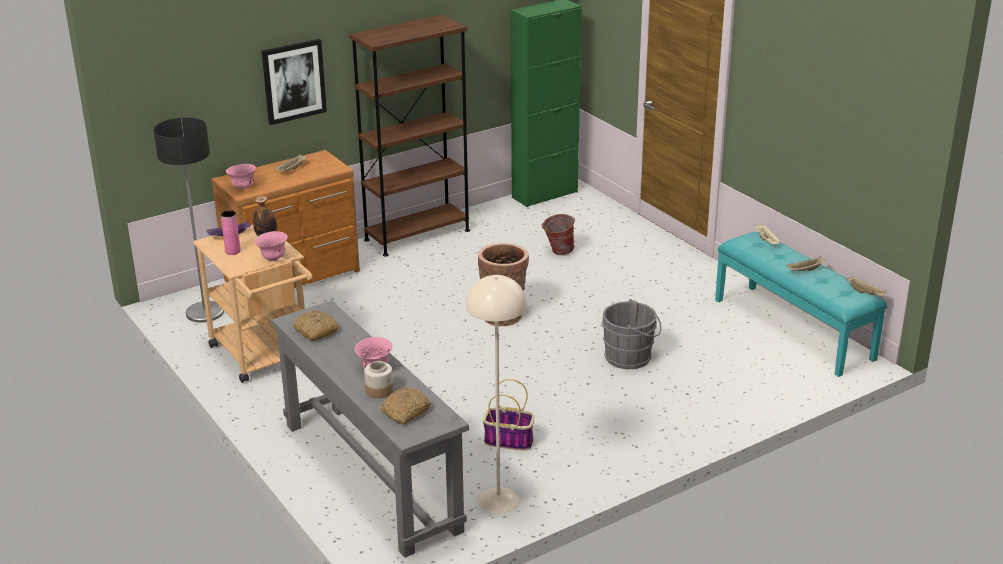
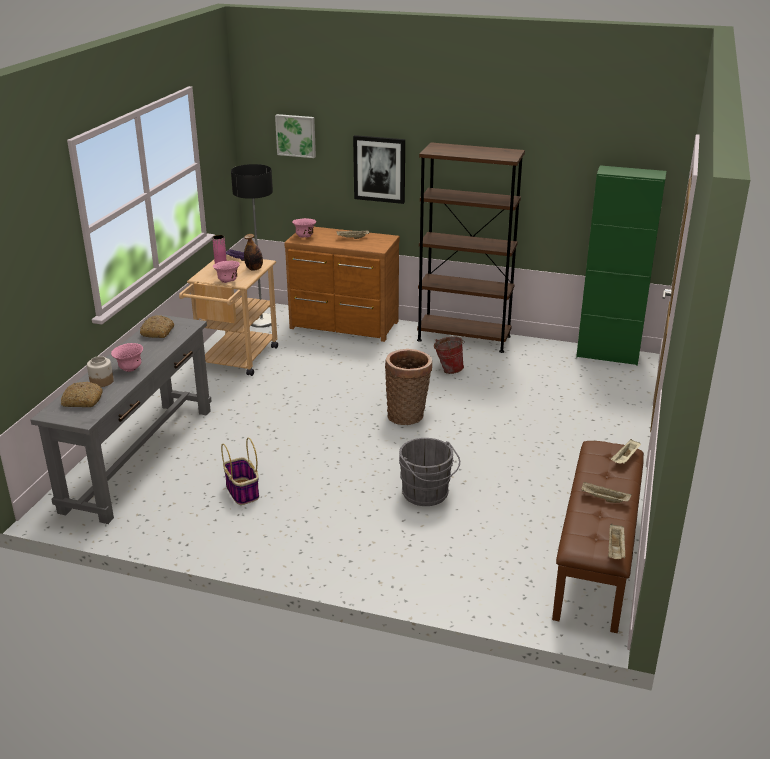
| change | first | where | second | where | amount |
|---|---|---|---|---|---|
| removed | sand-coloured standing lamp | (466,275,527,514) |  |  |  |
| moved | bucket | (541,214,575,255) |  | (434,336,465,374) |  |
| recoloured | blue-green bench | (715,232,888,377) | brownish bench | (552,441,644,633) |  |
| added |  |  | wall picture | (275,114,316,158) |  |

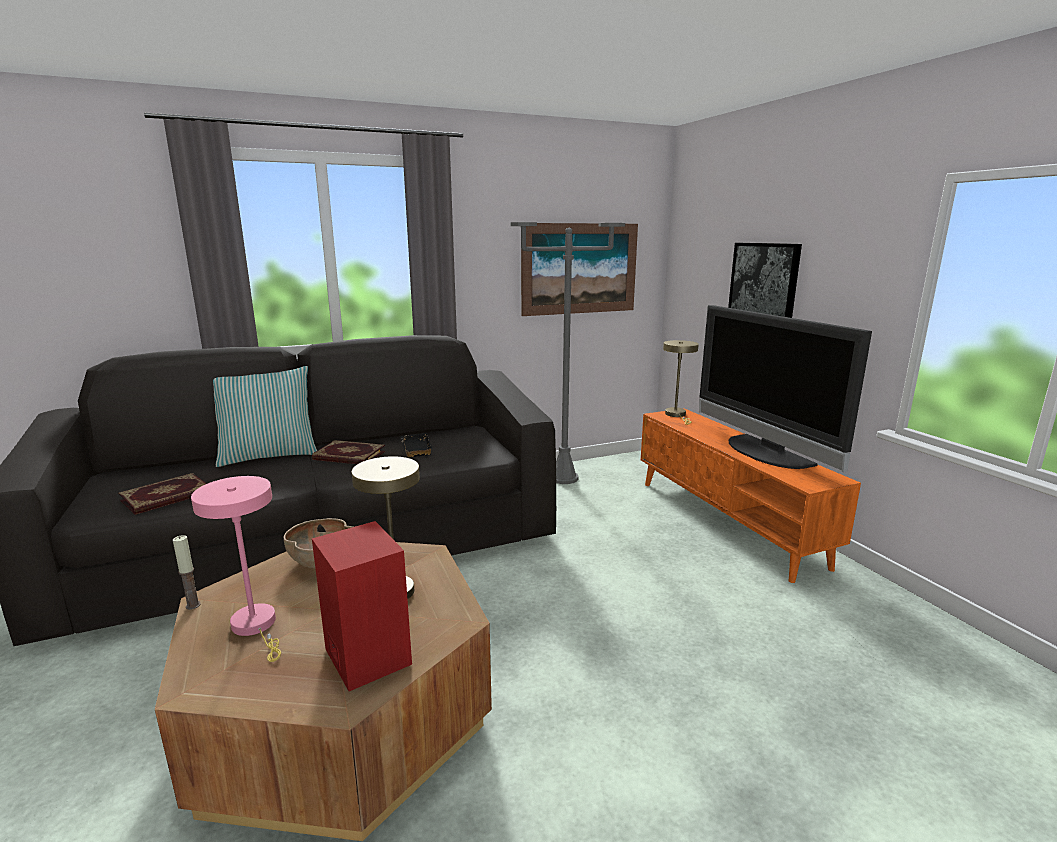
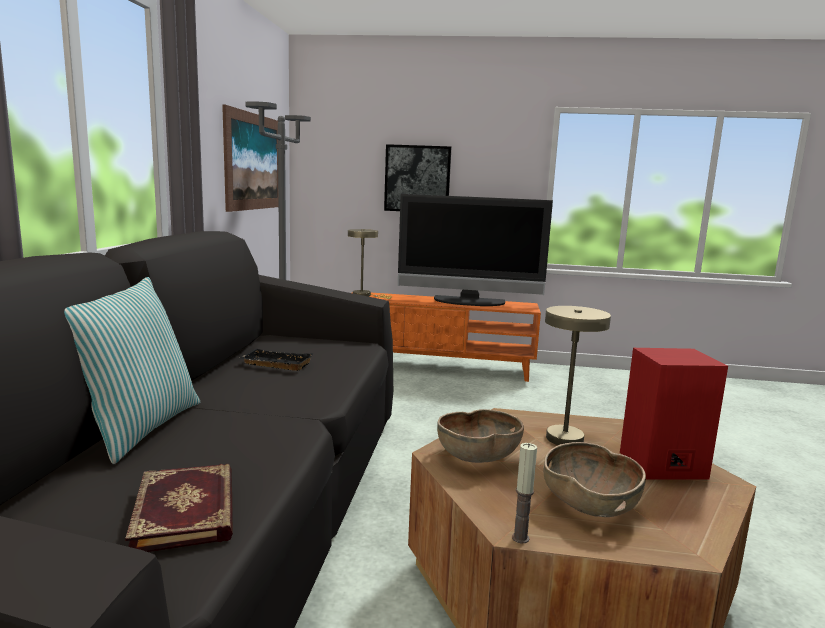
| change | first | where | second | where | amount |
|---|---|---|---|---|---|
| replaced | pink-coloured tabletop lamp | (191,476,281,662) | brownish bowl | (543,442,646,517) |  |
| removed | volume | (312,440,385,464) |  |  |  |

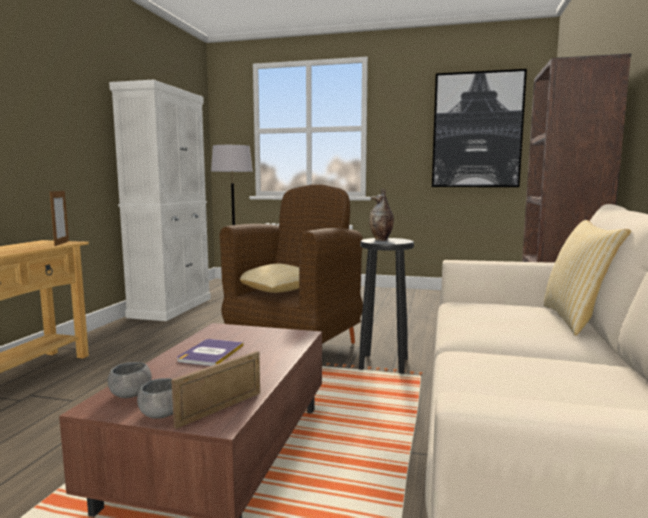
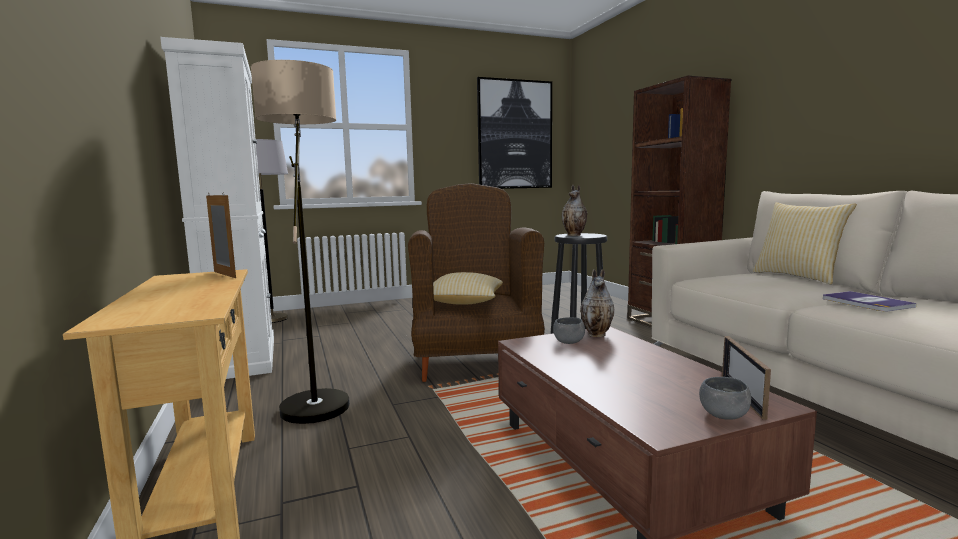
| change | first | where | second | where | amount |
|---|---|---|---|---|---|
| moved | grey bowl | (108,362,152,398) |  | (553,317,585,344) |  |
| moved | volume | (177,339,243,366) |  | (823,291,917,311) |  |
| added |  |  | standing lamp | (251,60,350,424) |  |
| added |  |  | decorative vase | (581,269,614,337) |  |

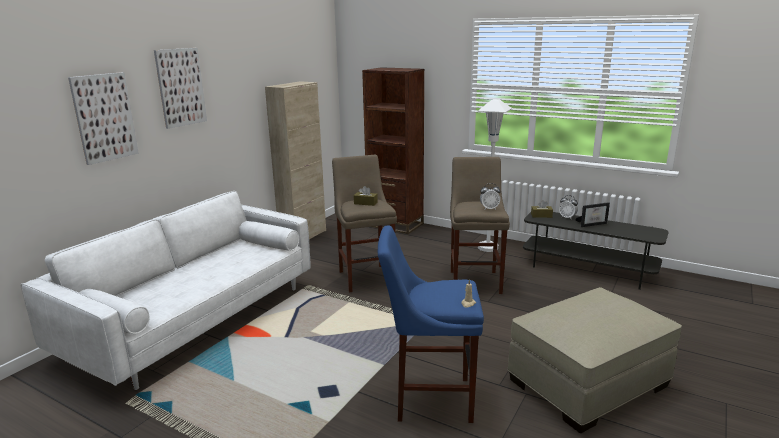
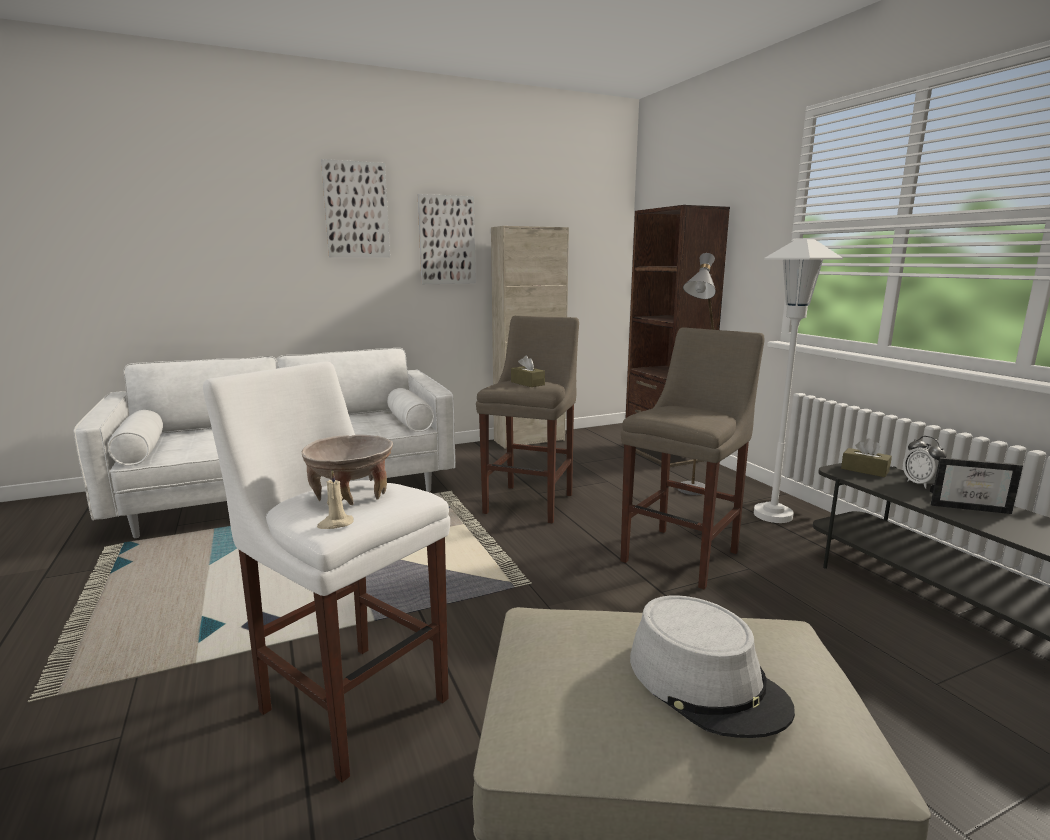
| change | first | where | second | where | amount |
|---|---|---|---|---|---|
| moved | wall picture | (68,72,139,165) |  | (418,194,476,284) |  |
| recoloured | blue stool | (378,226,484,423) | whitish stool | (203,361,450,783) |  |
| removed | bedside clock | (480,183,501,210) |  |  |  |
| added |  |  | sand-coloured bowl | (301,435,393,505) |  |
| added |  |  | grey hat | (630,595,795,738) |  |
| added |  |  | grey standing lamp | (677,253,716,495) |  |

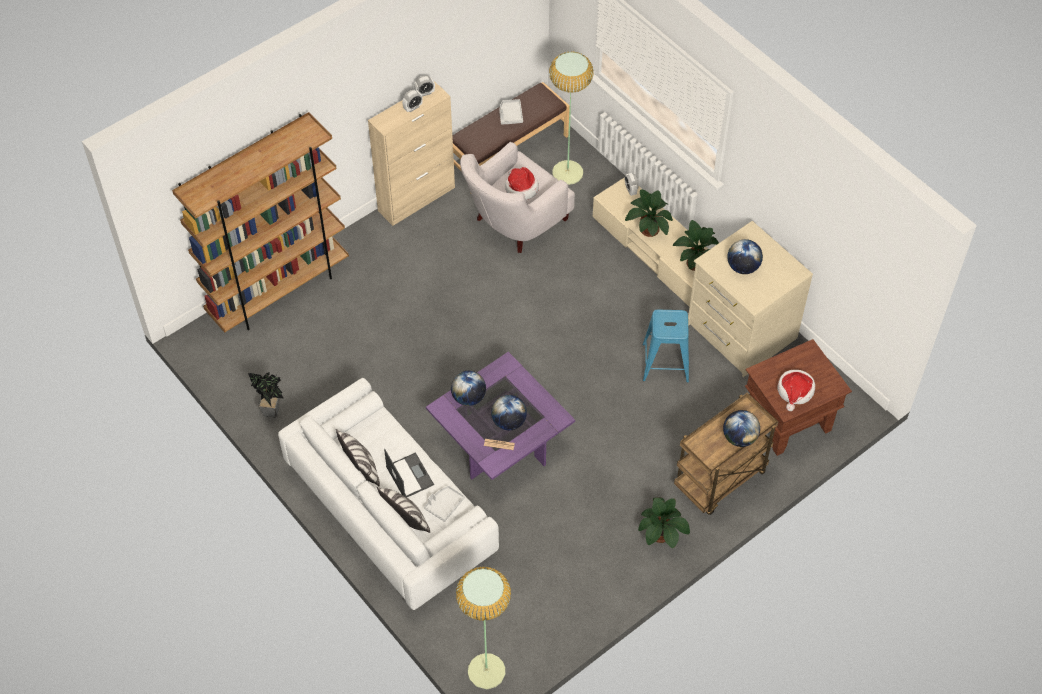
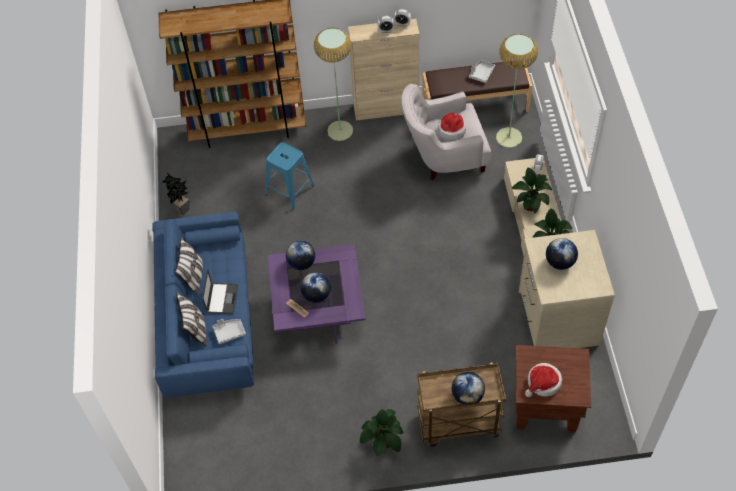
| change | first | where | second | where | amount |
|---|---|---|---|---|---|
| recoloured | whitish settee | (278,378,499,610) | blue settee | (152,212,254,398) |  |
| moved | standing lamp | (456,567,511,689) |  | (314,28,353,141) |  |
| moved | blue stool | (642,310,689,383) |  | (265,142,315,210) |  |

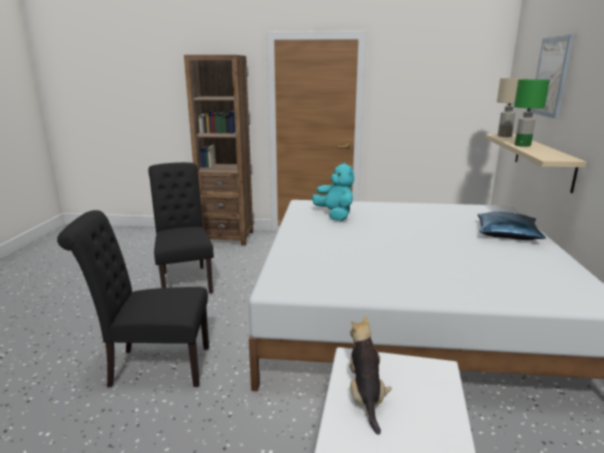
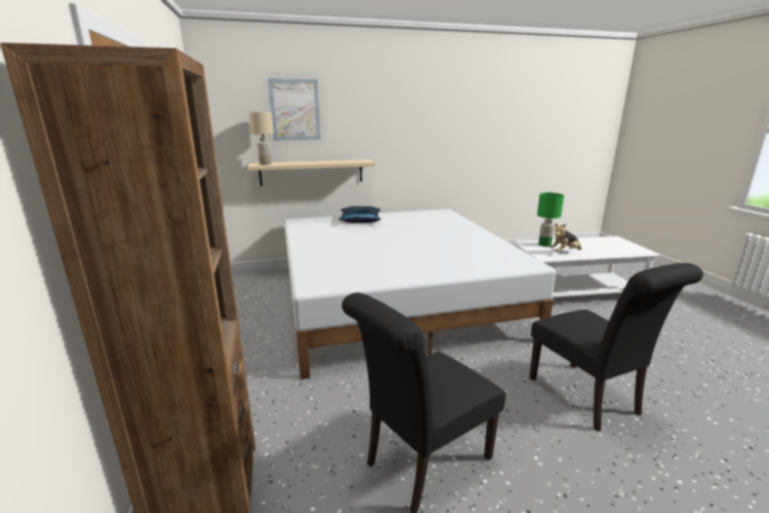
| change | first | where | second | where | amount |
|---|---|---|---|---|---|
| removed | blue-green soft toy | (312,162,354,221) |  |  |  |
| moved | greenish tabletop lamp | (514,79,550,147) |  | (537,193,564,247) |  |

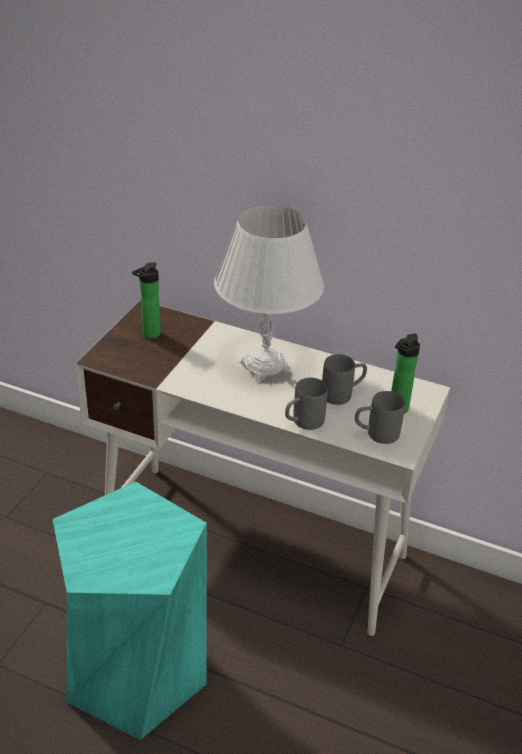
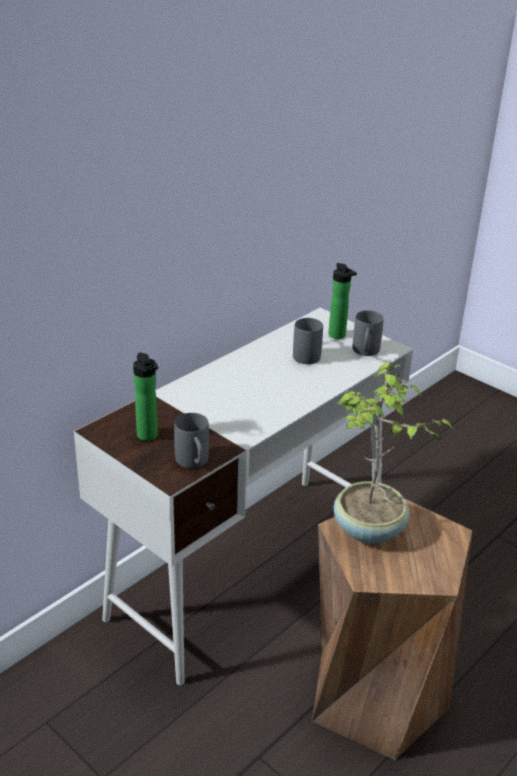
| change | first | where | second | where | amount |
|---|---|---|---|---|---|
| recoloured | blue-green stool | (53,482,207,740) | brownish stool | (312,498,473,760) |  |
| removed | whitish tabletop lamp | (214,205,324,383) |  |  |  |
| moved | grey mug | (285,378,328,430) |  | (174,413,209,468) |  |
| added |  |  | plant in a pot | (334,362,454,544) |  |

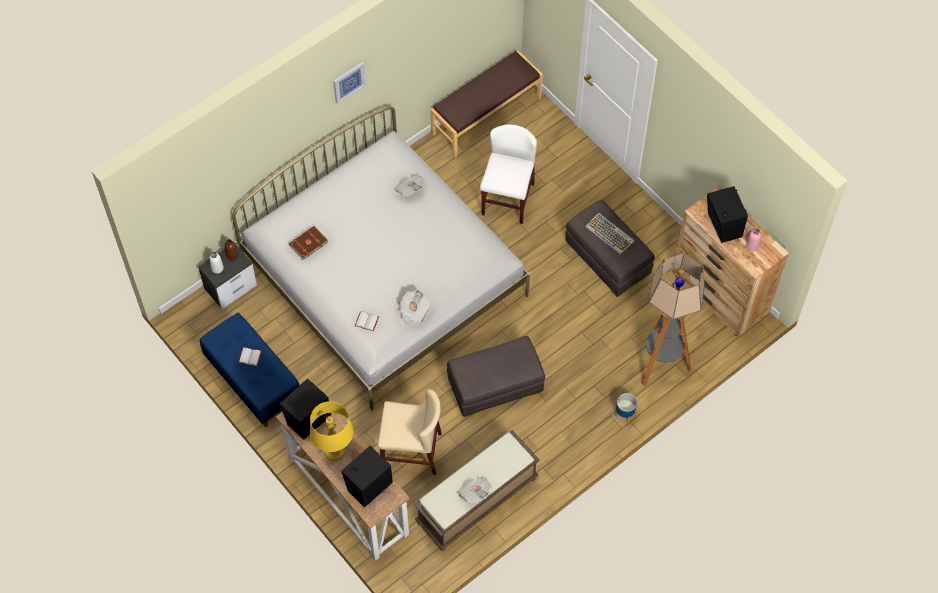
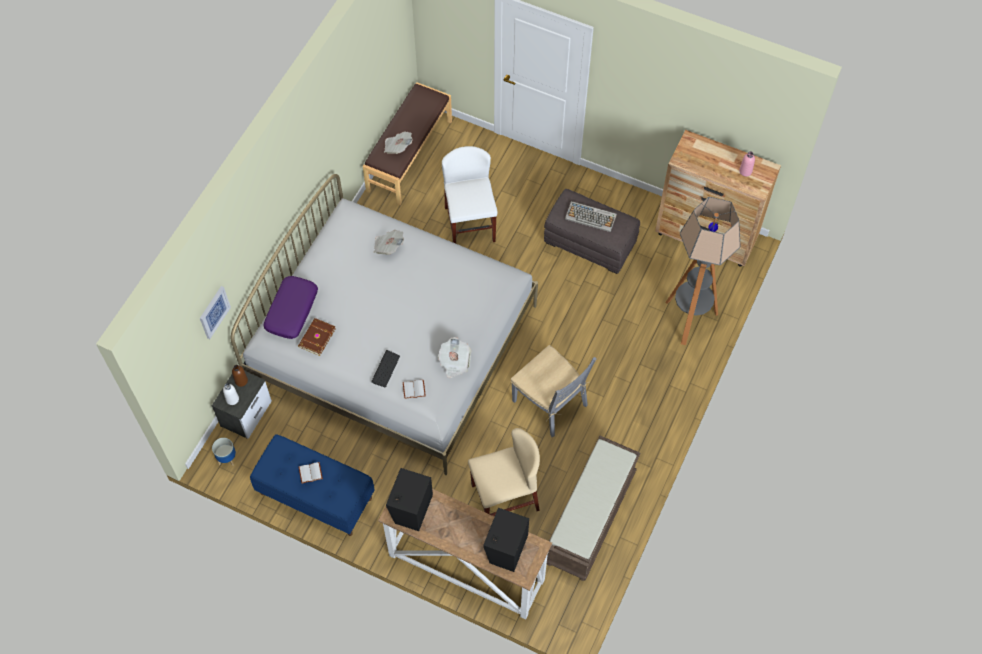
| change | first | where | second | where | amount |
|---|---|---|---|---|---|
| removed | yellowish tabletop lamp | (310,401,353,461) |  |  |  |
| moved | wall picture | (333,62,366,104) |  | (200,286,231,339) |  |
| replaced | grey ottoman | (447,336,545,417) | grey plain chair | (511,345,597,437) |  |
| moved | newspaper | (457,477,492,504) |  | (384,131,413,154) |  |
| moved | planter | (615,393,637,423) |  | (212,438,236,466) |  |
| removed | black-coloured speaker | (707,186,748,243) |  |  |  |
| added |  |  | purple throw pillow | (264,276,318,339) |  |
| added |  |  | keyboard | (371,350,400,387) |  |

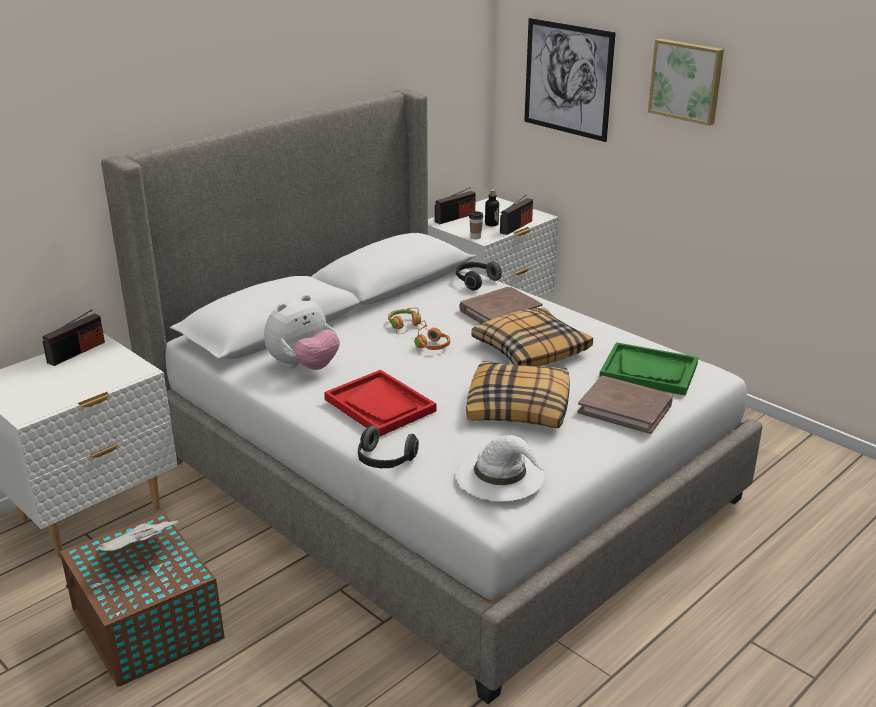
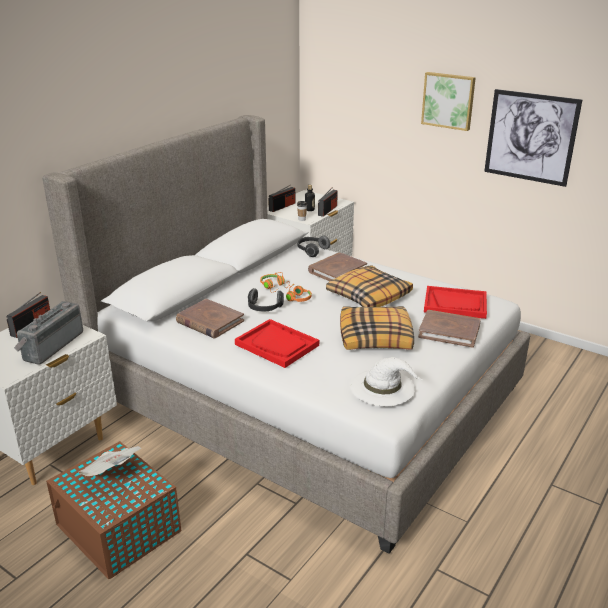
| change | first | where | second | where | amount |
|---|---|---|---|---|---|
| replaced | soft toy | (264,295,340,370) | brownish volume | (176,299,244,338) |  |
| moved | headset | (358,425,419,468) |  | (248,288,284,311) |  |
| moved | wall picture | (524,18,616,142) |  | (484,89,582,187) |  |
| recoloured | greenish serving tray | (599,342,699,396) | reddish serving tray | (424,286,487,319) |  |
| added |  |  | radio set | (14,301,83,365) |  |

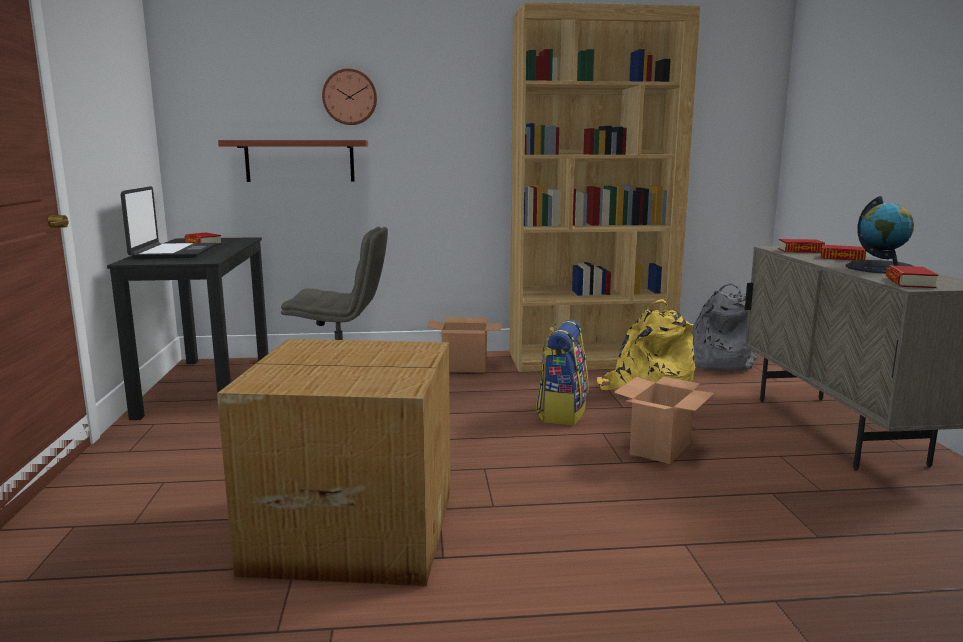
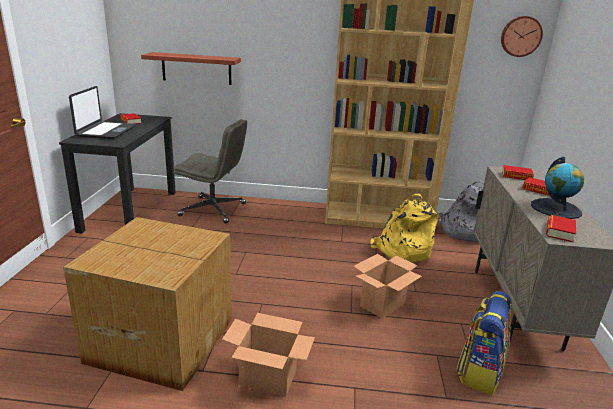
| change | first | where | second | where | amount |
|---|---|---|---|---|---|
| moved | clock on the wall | (322,69,377,125) |  | (501,16,543,57) |  |
| moved | carton | (426,317,502,372) |  | (222,313,315,397) |  |
| moved | knapsack | (536,319,589,426) |  | (456,291,511,396) |  |

